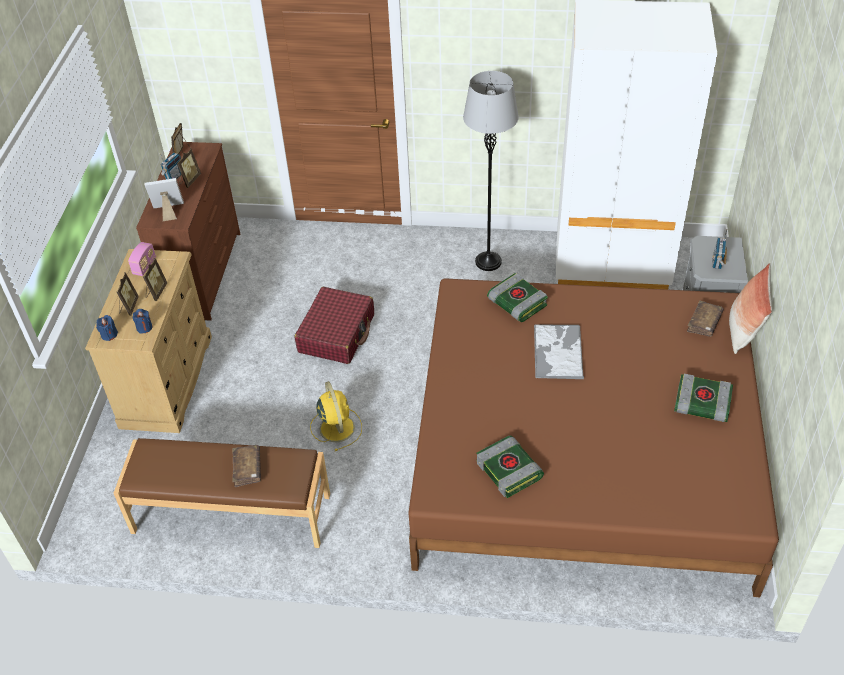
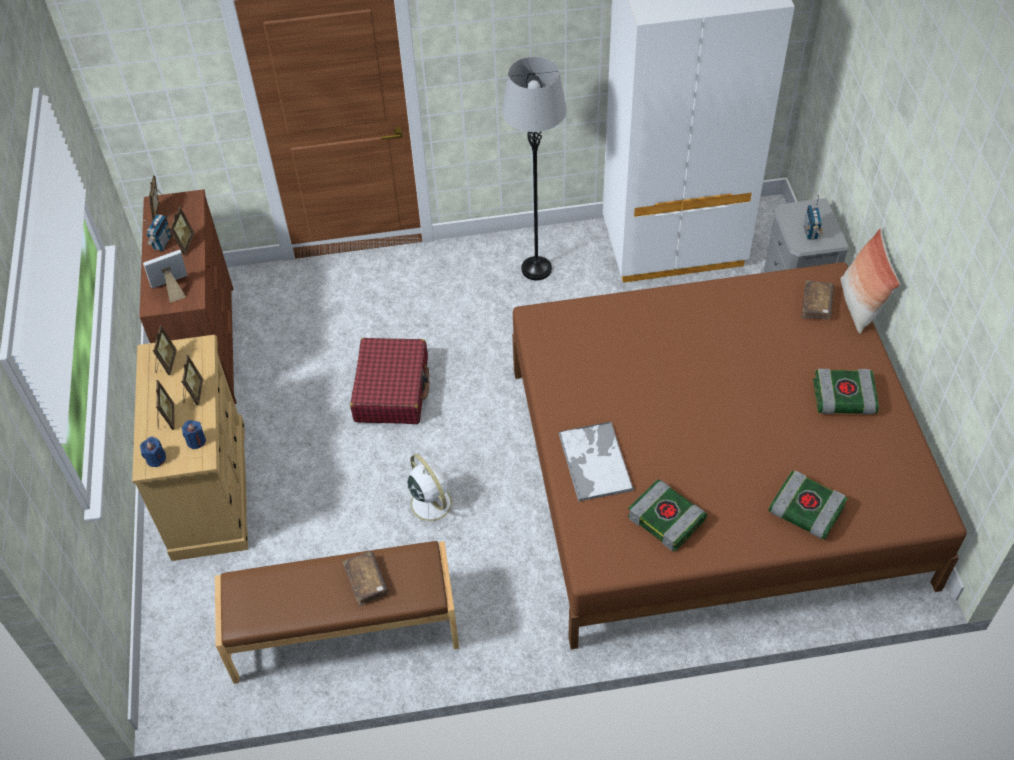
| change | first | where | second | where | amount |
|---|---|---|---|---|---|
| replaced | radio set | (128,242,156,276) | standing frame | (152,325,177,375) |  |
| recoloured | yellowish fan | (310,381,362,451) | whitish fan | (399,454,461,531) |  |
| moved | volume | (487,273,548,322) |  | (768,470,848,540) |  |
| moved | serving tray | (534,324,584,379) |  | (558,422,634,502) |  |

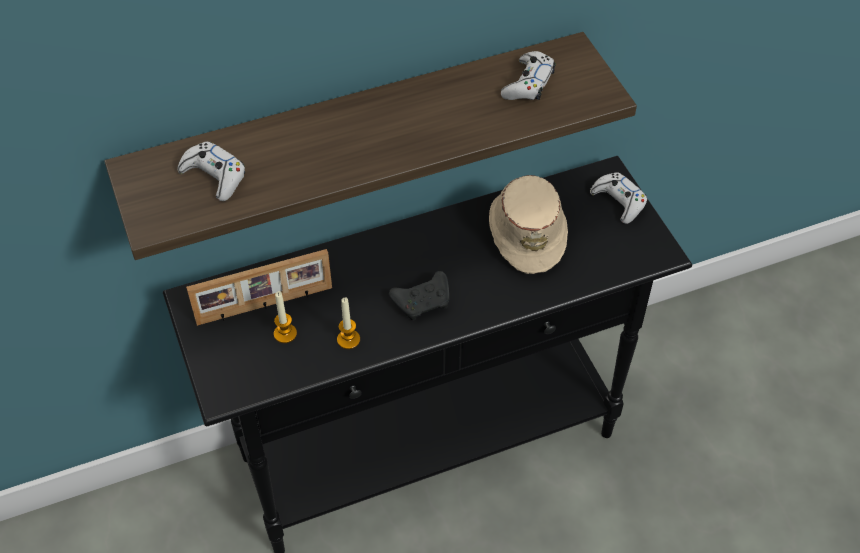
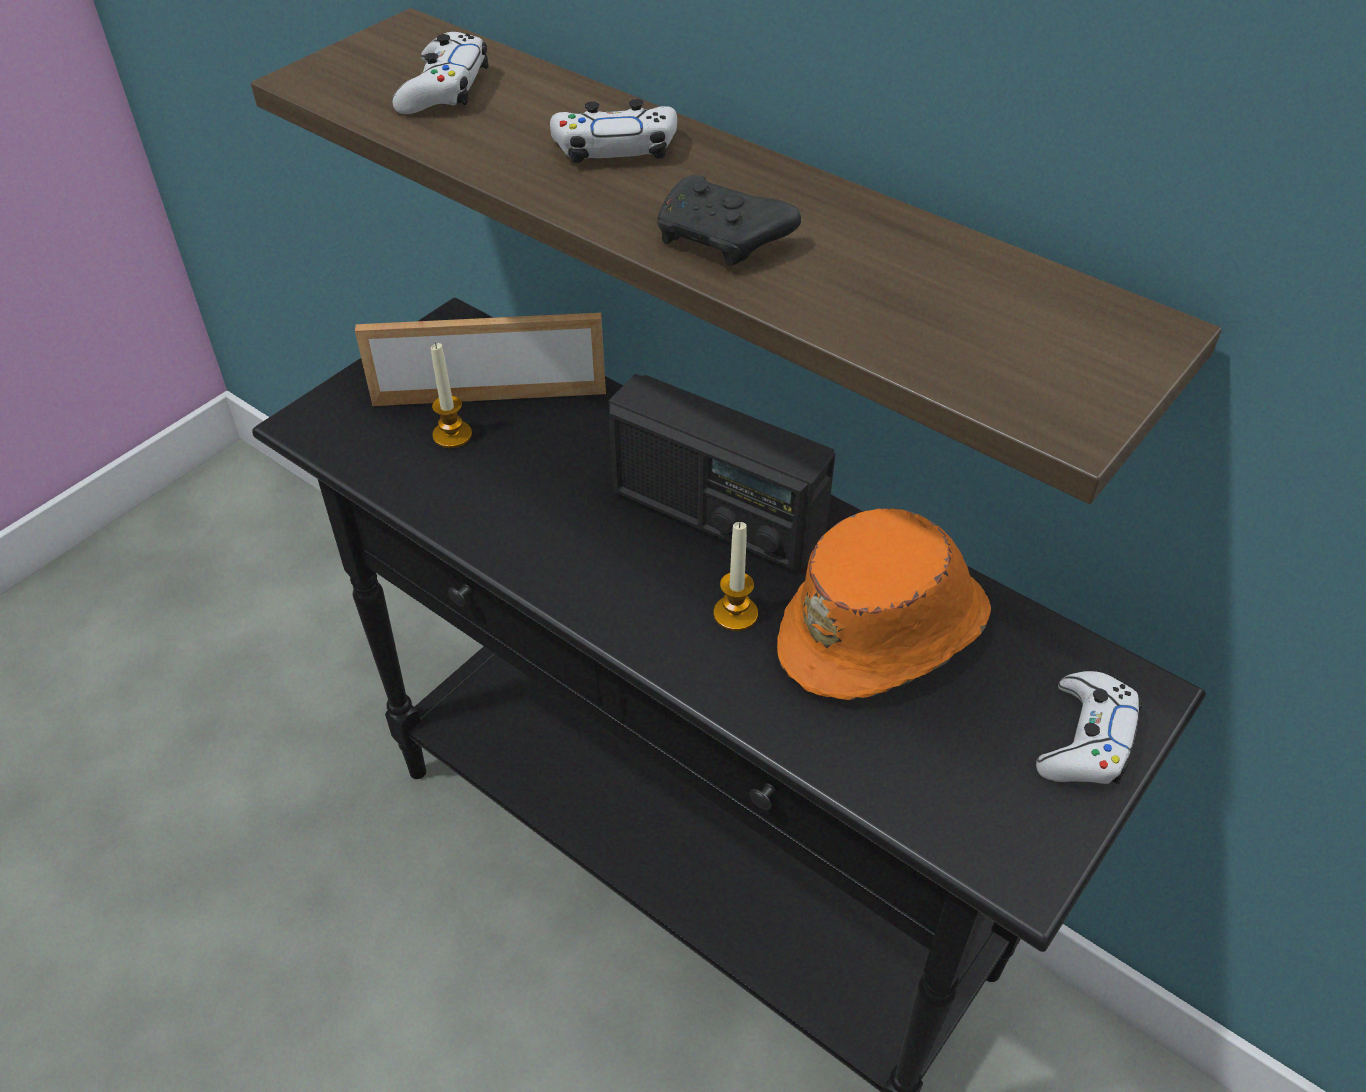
| change | first | where | second | where | amount |
|---|---|---|---|---|---|
| turned | standing frame | (186,249,332,326) |  | (355,313,606,406) | 135 degrees clockwise |
| moved | wax light | (337,297,360,349) |  | (714,522,758,631) |  |
| moved | black-coloured game controller | (389,271,449,321) |  | (657,175,801,266) |  |
| recoloured | sand-coloured hat | (489,175,568,274) | orange hat | (777,508,991,700) |  |
| moved | whitish game controller | (501,51,556,100) |  | (550,99,677,163) |  |
| added |  |  | radio set | (608,374,835,572) |  |

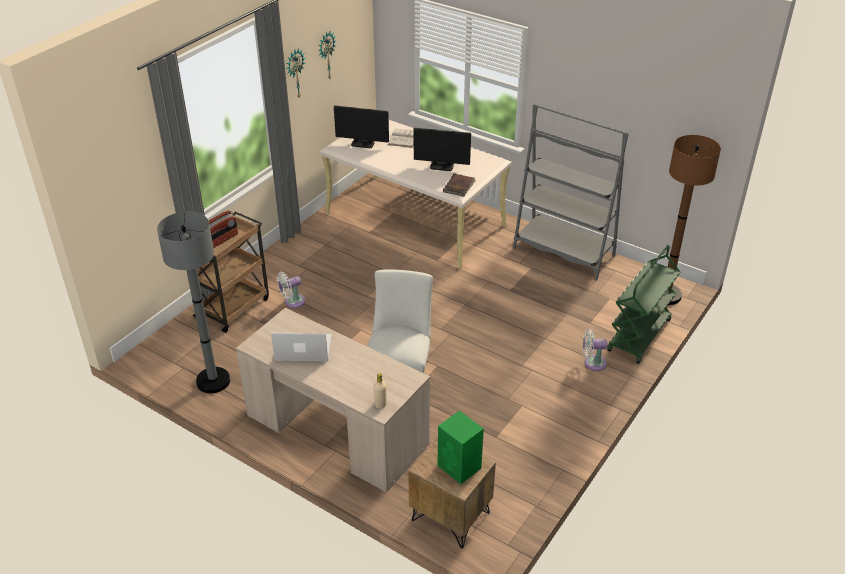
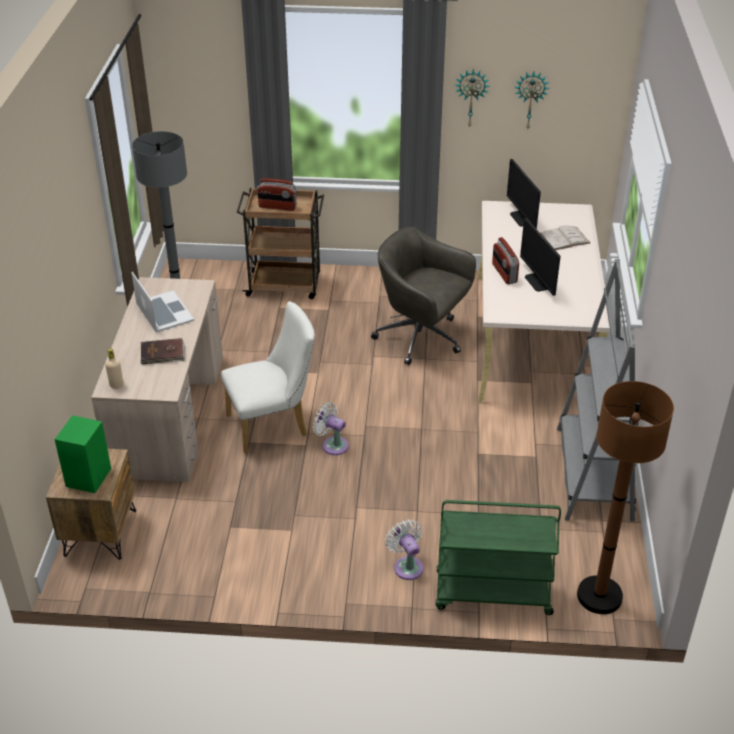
| change | first | where | second | where | amount |
|---|---|---|---|---|---|
| moved | whitish fan | (277,272,305,308) |  | (313,402,349,455) |  |
| moved | brownish volume | (443,174,476,196) |  | (141,338,185,364) |  |
| added |  |  | grey computer chair | (371,227,476,365) |  |
| added |  |  | radio set | (492,237,519,284) |  |

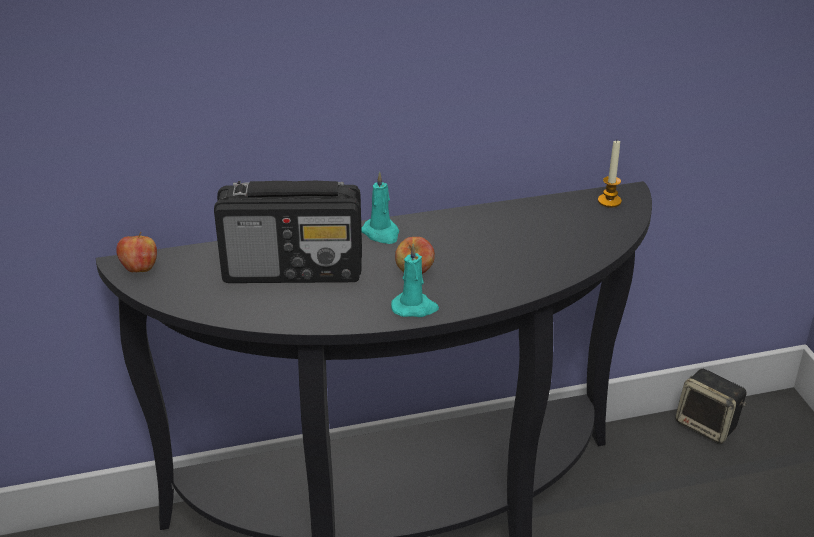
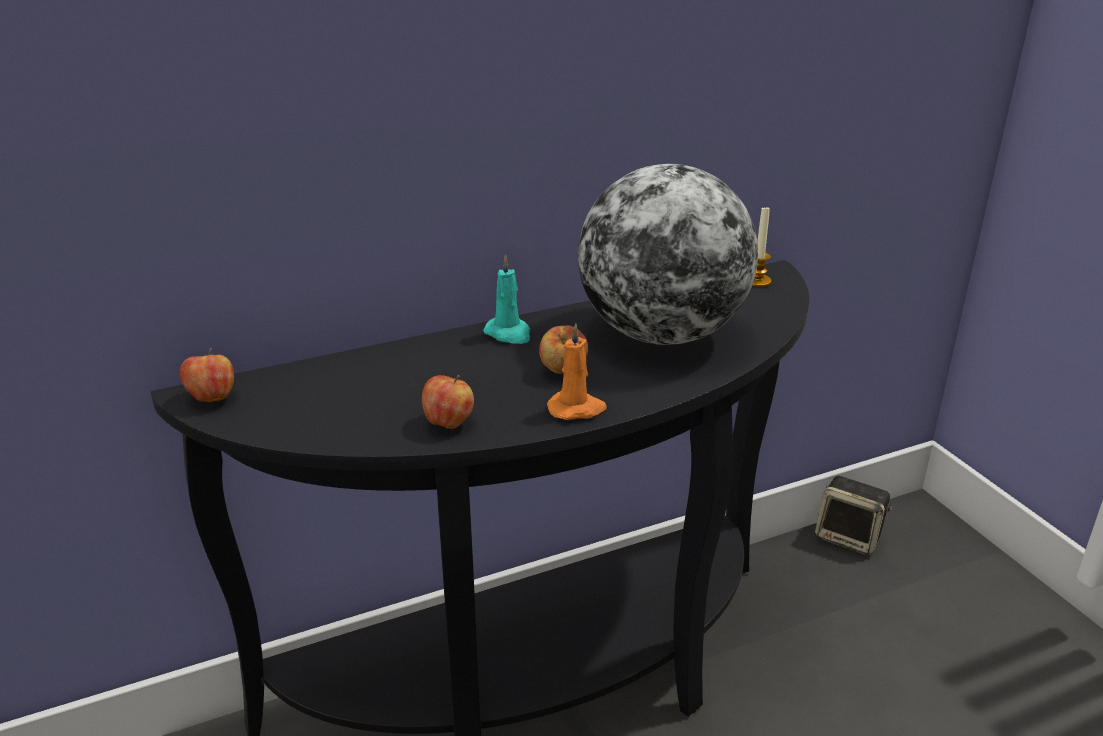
| change | first | where | second | where | amount |
|---|---|---|---|---|---|
| removed | radio set | (214,181,362,283) |  |  |  |
| recoloured | blue-green wax light | (391,243,439,317) | orange wax light | (547,323,607,420) |  |
| added |  |  | whole apple | (422,375,474,429) |  |
| added |  |  | world globe | (578,164,758,345) |  |

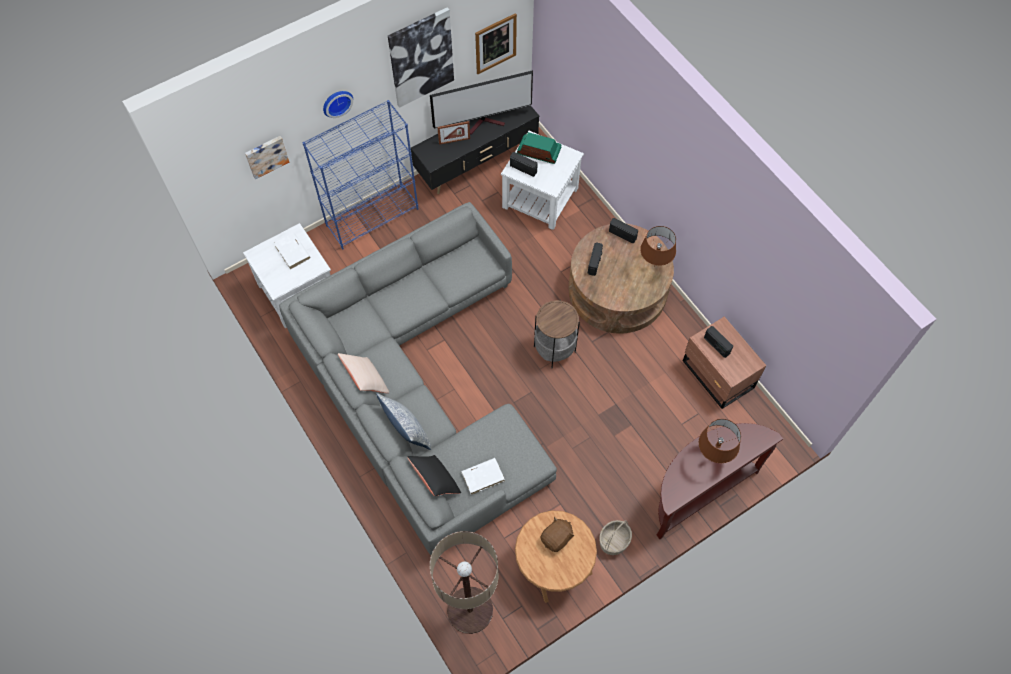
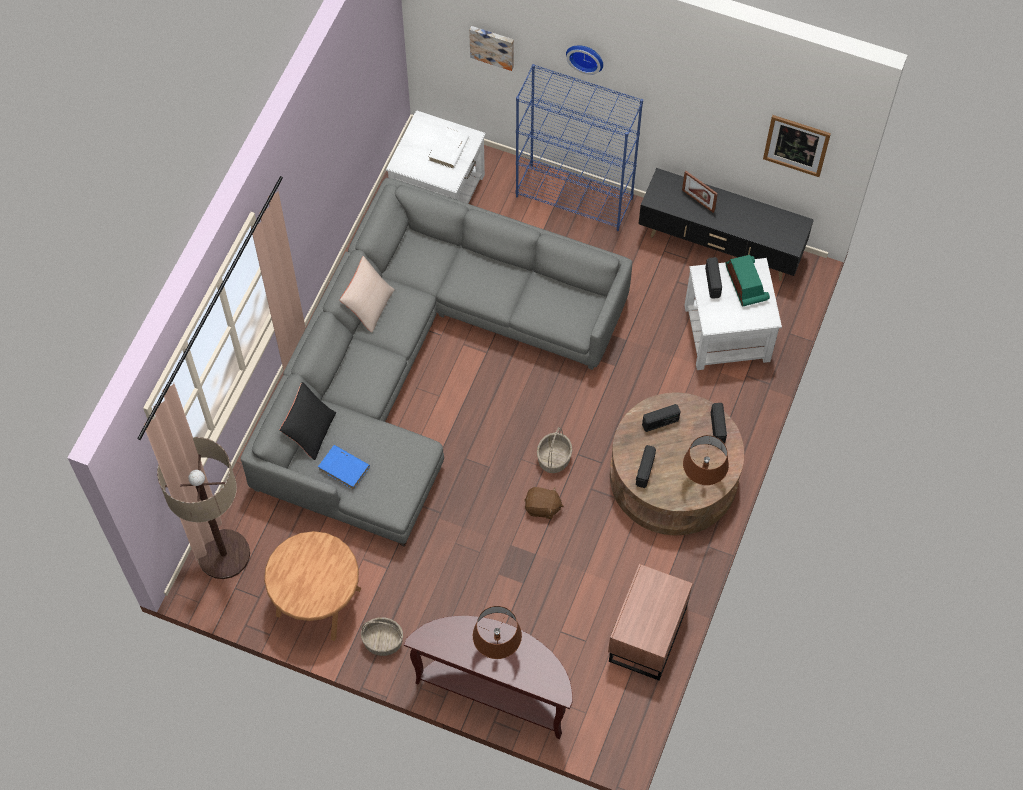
| change | first | where | second | where | amount |
|---|---|---|---|---|---|
| removed | throw pillow | (376,393,432,450) |  |  |  |
| removed | wall picture | (388,7,454,108) |  |  |  |
| removed | TV | (430,70,533,134) |  |  |  |
| recoloured | whitish volume | (461,458,505,495) | blue volume | (318,445,370,490) |  |
| replaced | accent table | (534,300,580,368) | household basket | (537,427,572,473) |  |
| moved | brownish soft toy | (541,517,574,552) |  | (524,487,563,519) |  |
| moved | radio set | (704,326,733,358) |  | (636,445,656,488) |  |

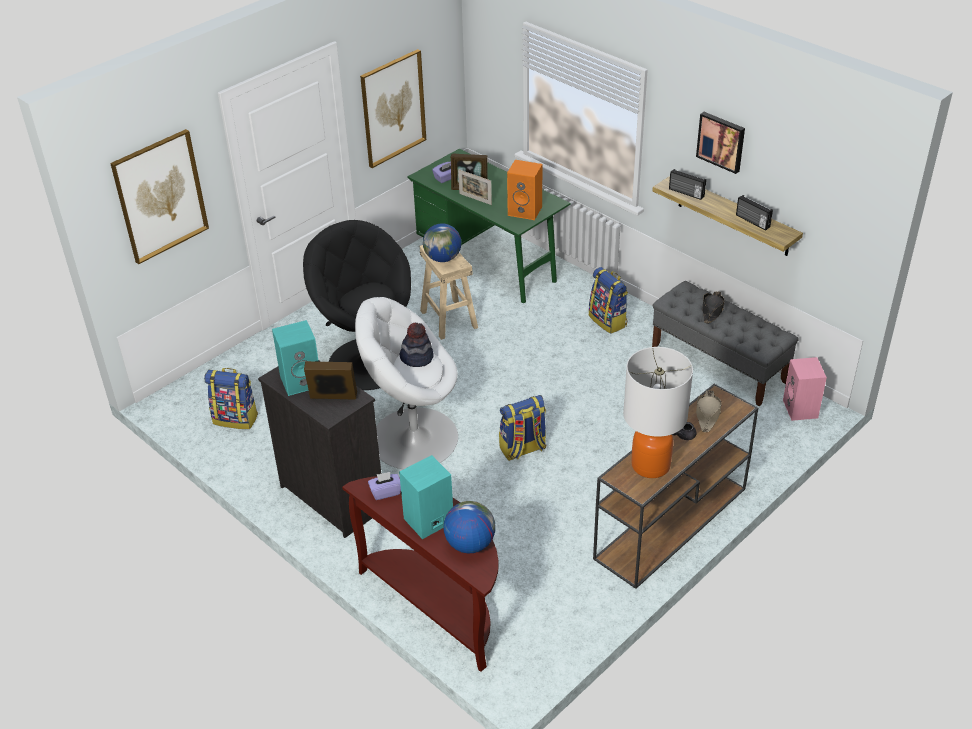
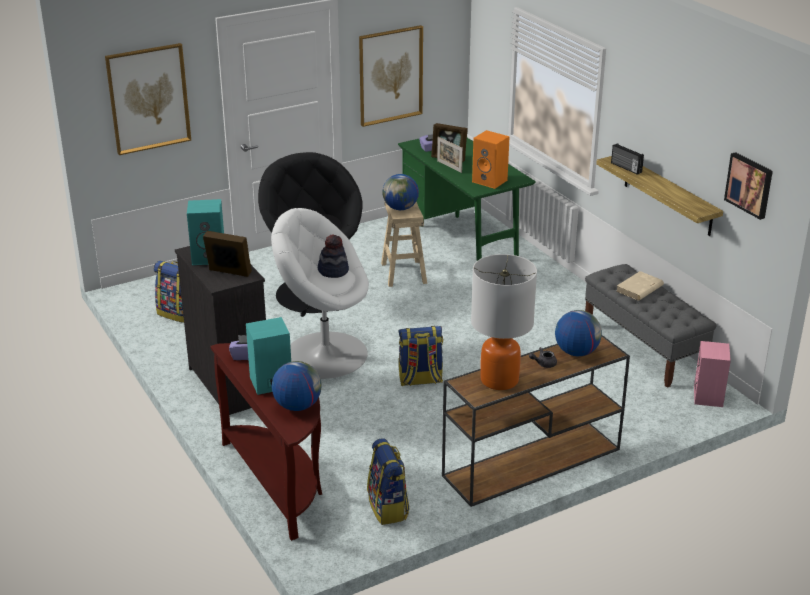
| change | first | where | second | where | amount |
|---|---|---|---|---|---|
| moved | knapsack | (589,267,628,334) |  | (367,438,410,525) |  |
| moved | wall picture | (696,112,745,174) |  | (724,152,773,220) |  |
| replaced | sand-coloured hat | (696,391,722,432) | world globe | (555,310,602,356) |  |
| replaced | black-coloured hat | (702,292,724,323) | sand-coloured volume | (616,271,664,301) |  |
| removed | radio set | (736,195,773,230) |  |  |  |

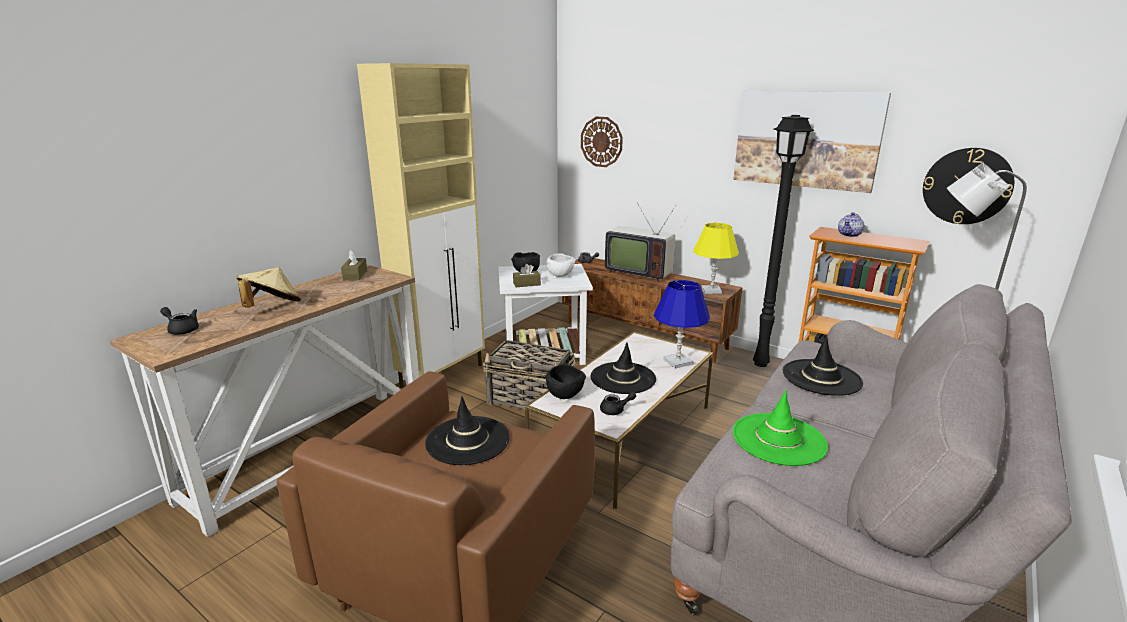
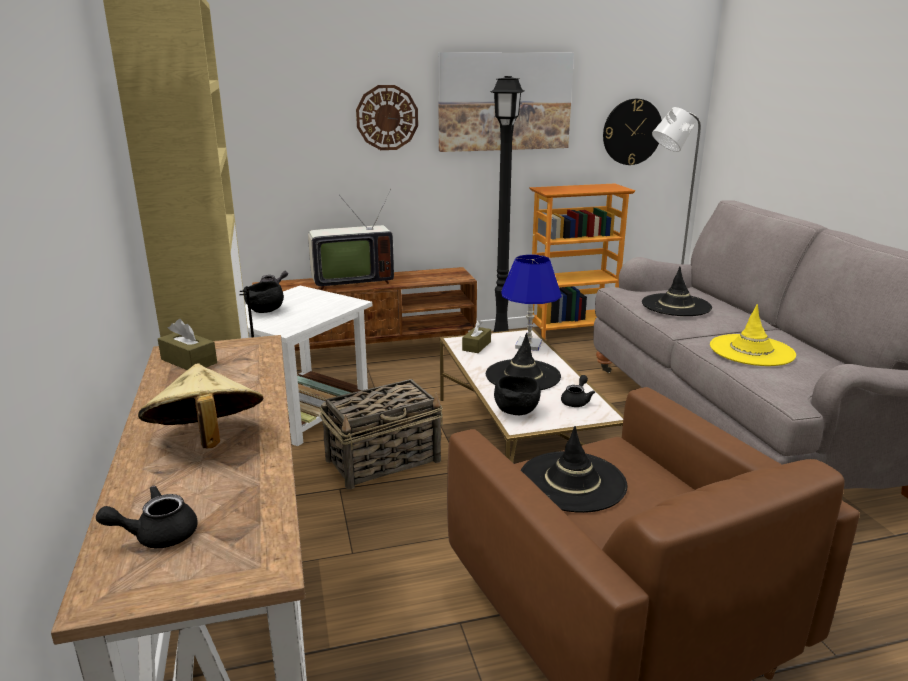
| change | first | where | second | where | amount |
|---|---|---|---|---|---|
| moved | brownish tissue box | (513,264,541,287) |  | (462,320,491,353) |  |
| removed | whitish bowl | (546,253,576,277) |  |  |  |
| moved | clock on the wall | (581,117,623,167) |  | (356,85,418,150) |  |
| removed | yellowish tabletop lamp | (693,223,739,294) |  |  |  |
| recoloured | greenish hat | (733,390,828,466) | yellowish hat | (710,304,796,366) |  |
| removed | pot for tea | (838,212,864,237) |  |  |  |

